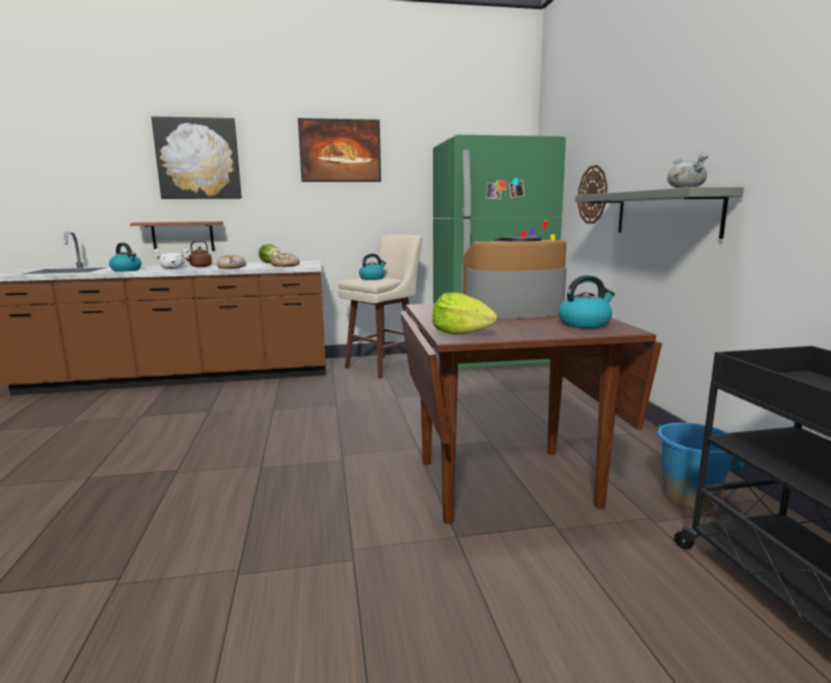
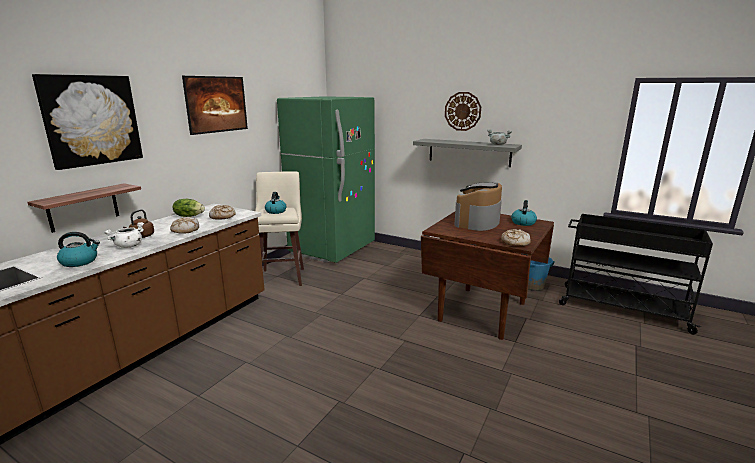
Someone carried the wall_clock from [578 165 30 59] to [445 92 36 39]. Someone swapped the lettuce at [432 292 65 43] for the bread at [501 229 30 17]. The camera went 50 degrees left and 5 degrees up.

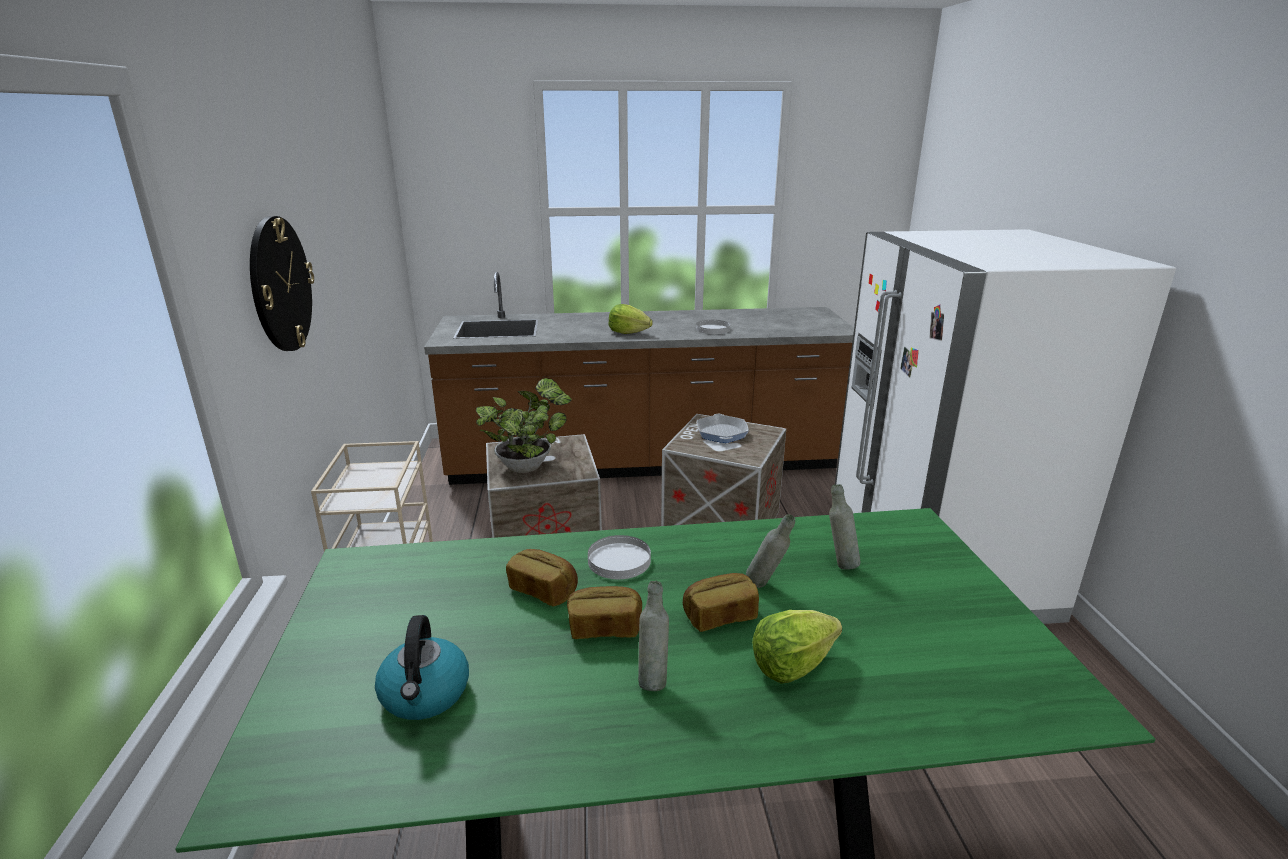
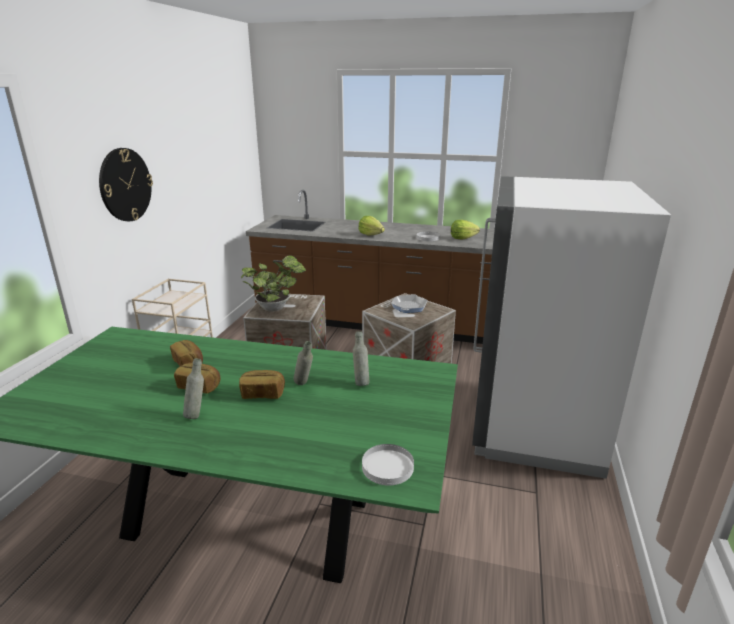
Someone carried the white_plate from [588 535 63 44] to [362 444 52 41]. Someone carried the lettuce from [752 610 90 74] to [451 220 29 20]. Someone took away the kettle at [375 615 94 105]. The camera went 20 degrees right and 0 degrees up.

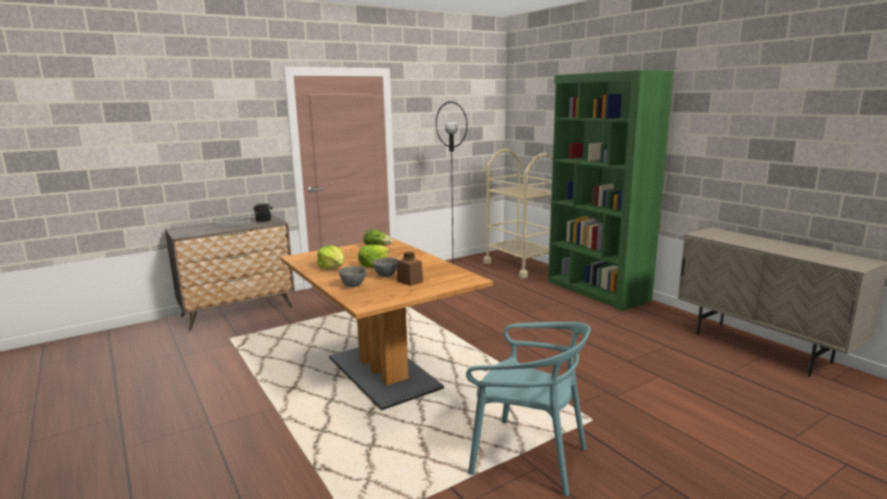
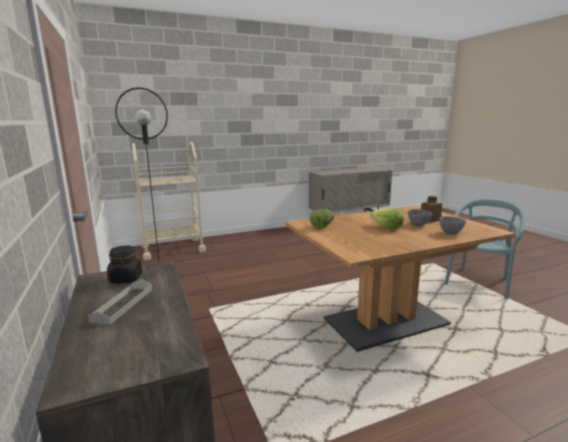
Someone took away the green_bookcase at [548 70 126 241]. Someone took away the lettuce at [317 245 27 24]. The camera went 80 degrees left and 0 degrees up.

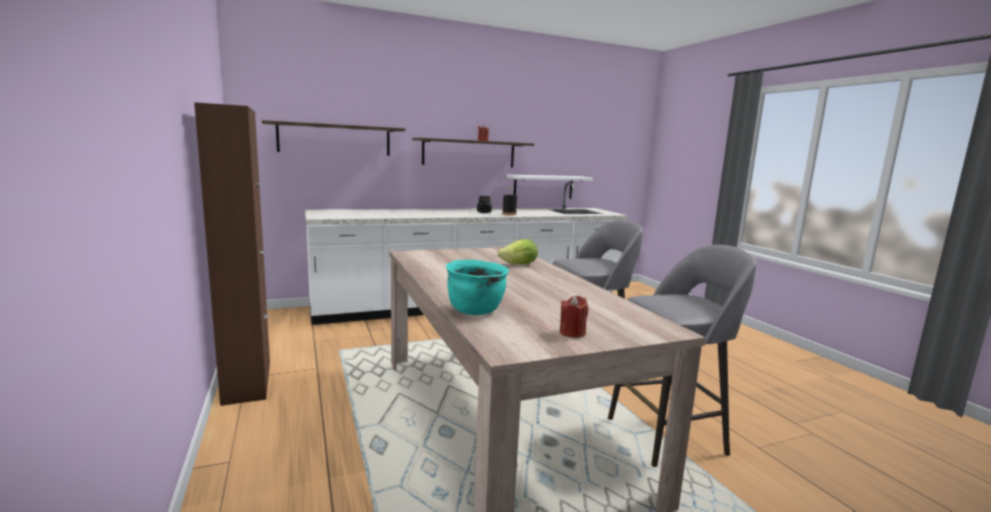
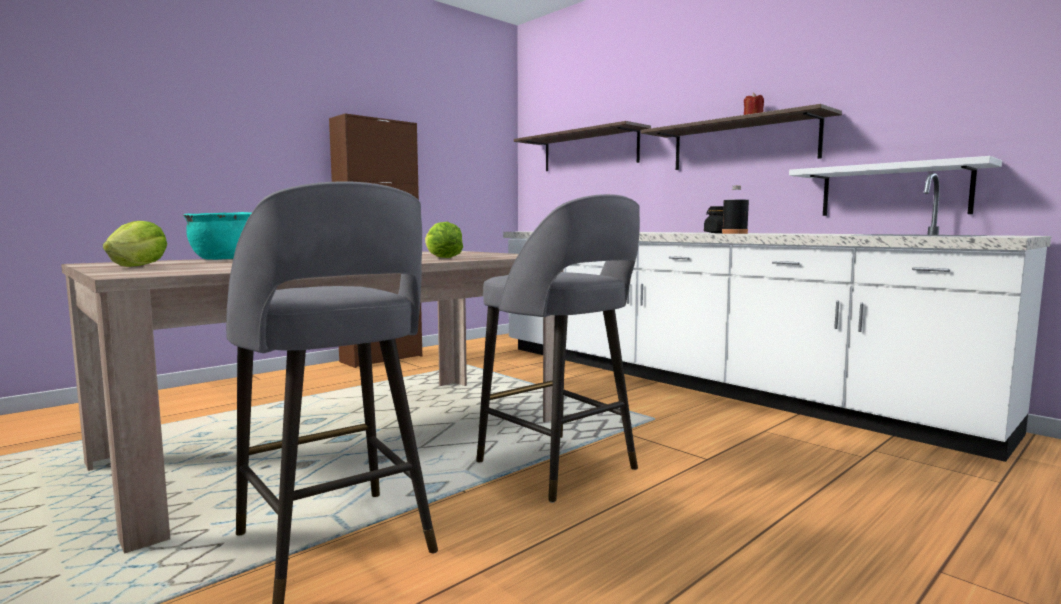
Someone swapped the red_candle at [560 295 28 43] for the lettuce at [103 221 64 46]. The camera went 70 degrees right and 5 degrees down.

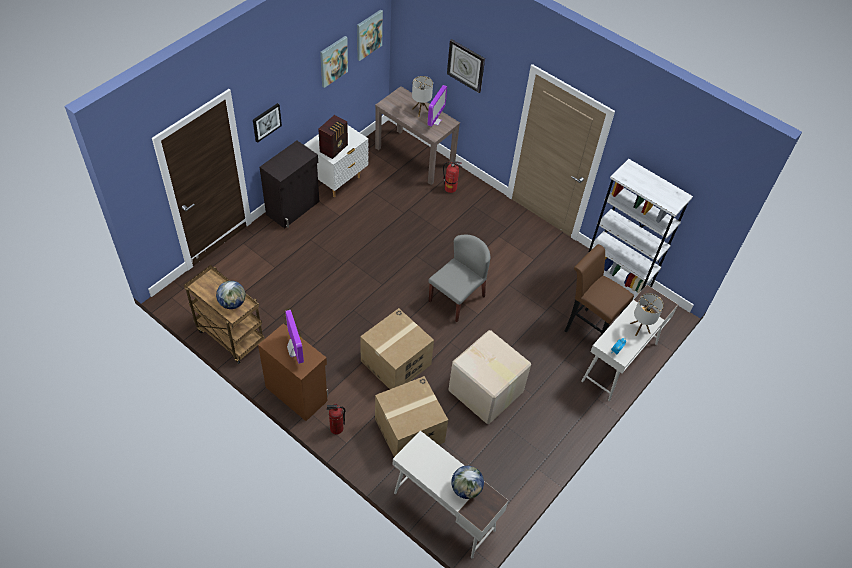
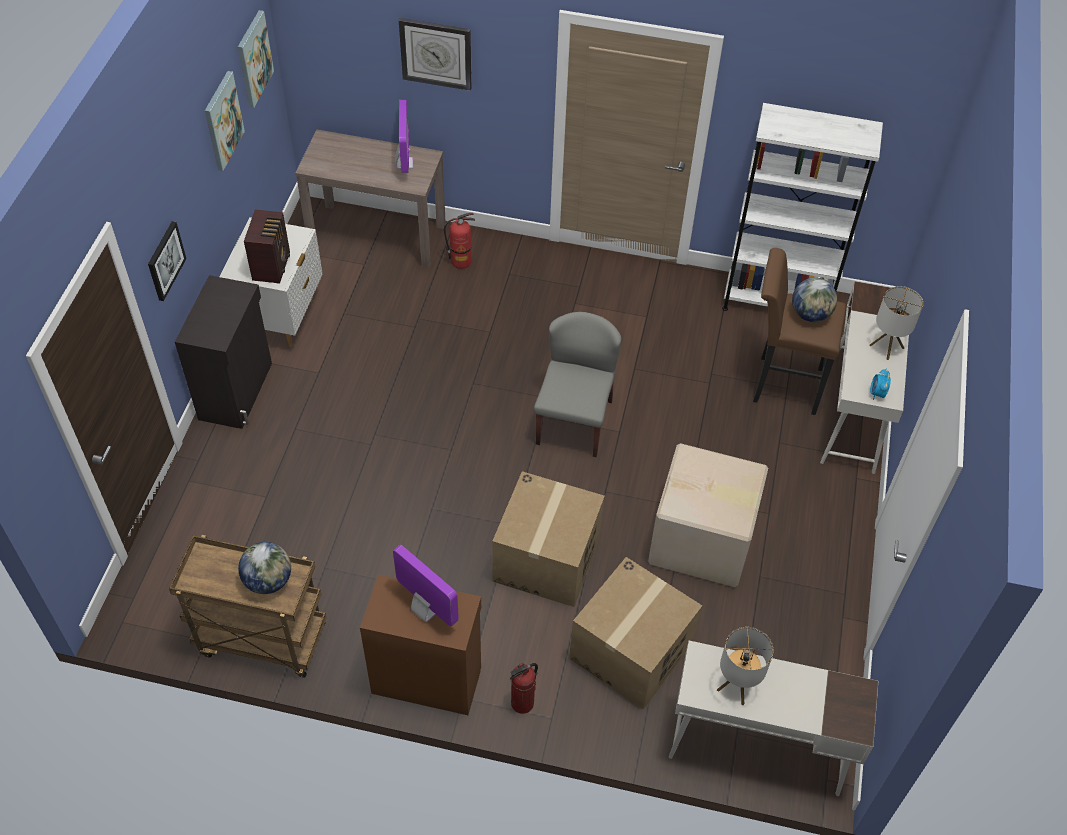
Someone carried the table_lamp from [412 76 21 41] to [717 627 56 79]. Someone carried the globe from [451 466 33 33] to [792 277 45 45]. The camera went 25 degrees left and 0 degrees up.

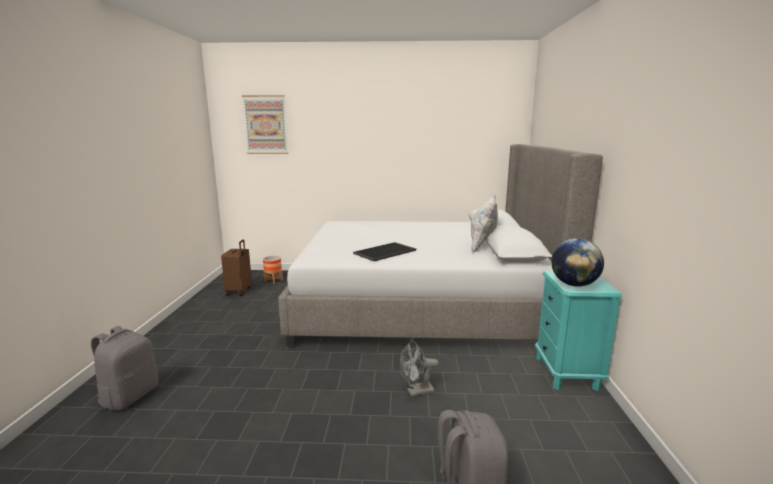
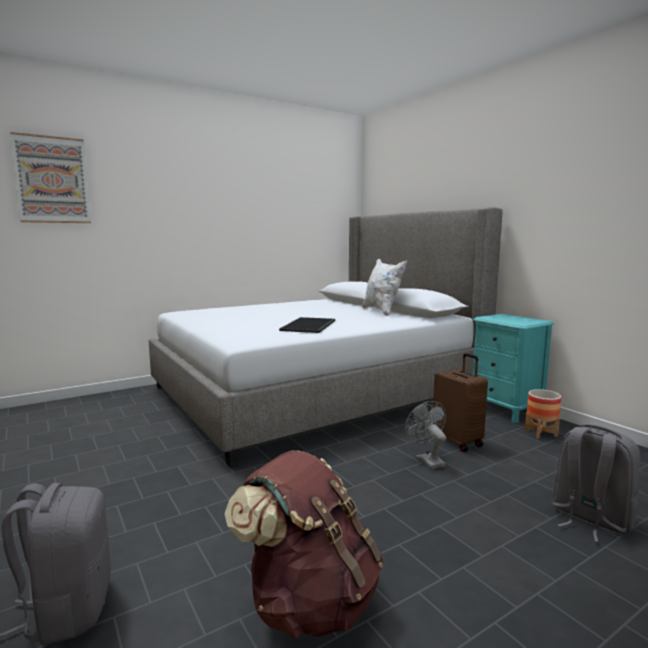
Someone took away the globe at [551 238 53 49]. Someone carried the brown_suitcase from [221 240 31 56] to [433 353 55 99]. Someone carried the planter from [263 255 20 29] to [525 389 36 50]. Someone rotated the grey_fan at [400 341 39 56] by 120 degrees clockwise. Someone put down the brown_backpack at [225 450 159 188]. The camera went 35 degrees left and 5 degrees down.

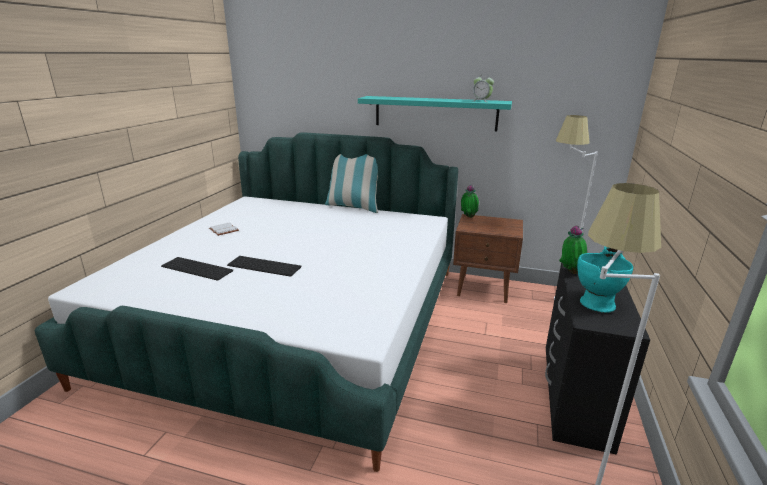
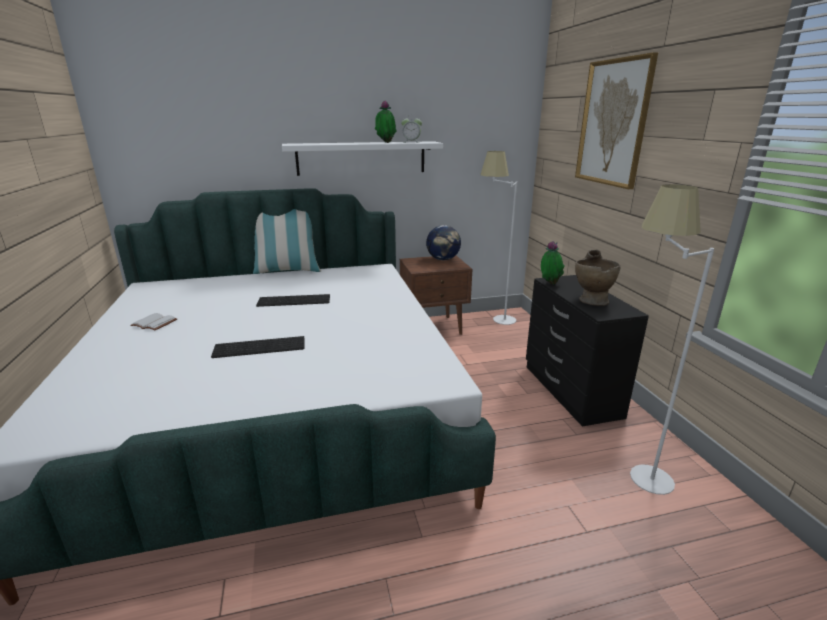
Someone repainted the turquoise_shelf at [358 96 154 35], which became the white_shelf at [282 141 161 35]. Someone carried the potted_plant from [461 185 18 33] to [375 101 22 42]. Someone repainted the turquoise_vase at [577 246 56 67], which became the beige_vase at [575 250 46 56]. Someone carried the keyboard from [161 257 72 24] to [256 294 74 13]. Someone put up the picture at [575 52 83 137]. Someone put down the globe at [426 225 35 35]. The camera went 30 degrees left and 0 degrees up.

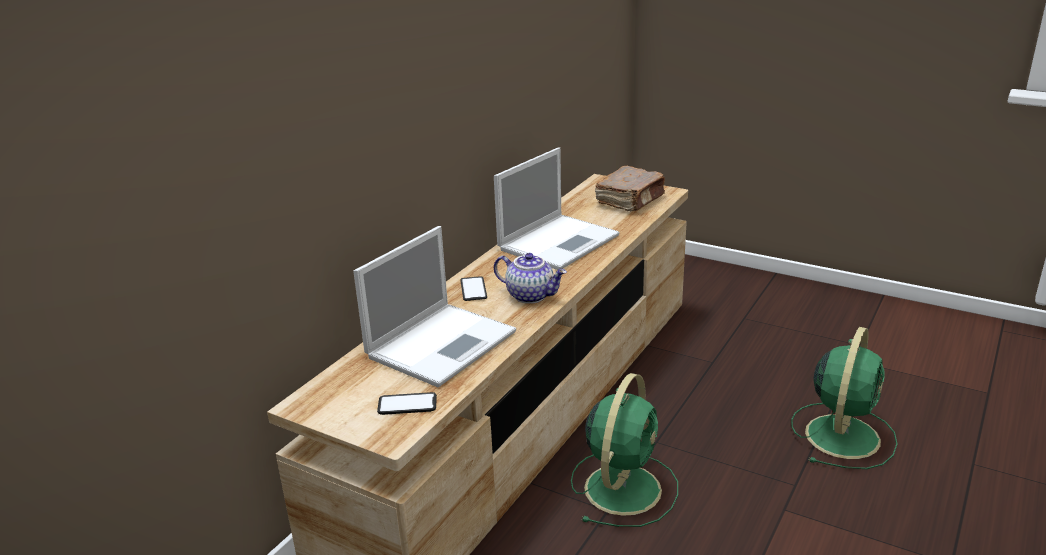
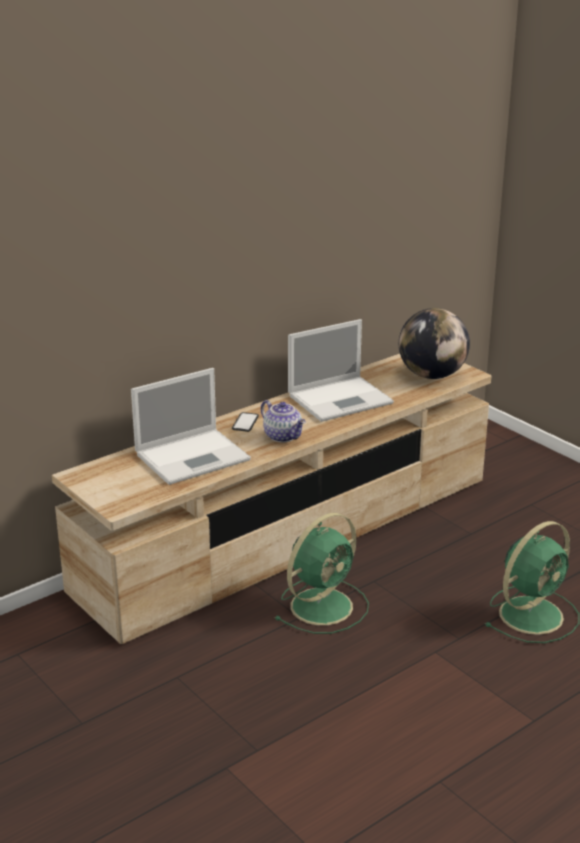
Someone swapped the brown_book at [595 166 70 45] for the globe at [399 308 71 71]. Someone took away the phone at [377 392 60 23]. The camera went 20 degrees right and 0 degrees up.

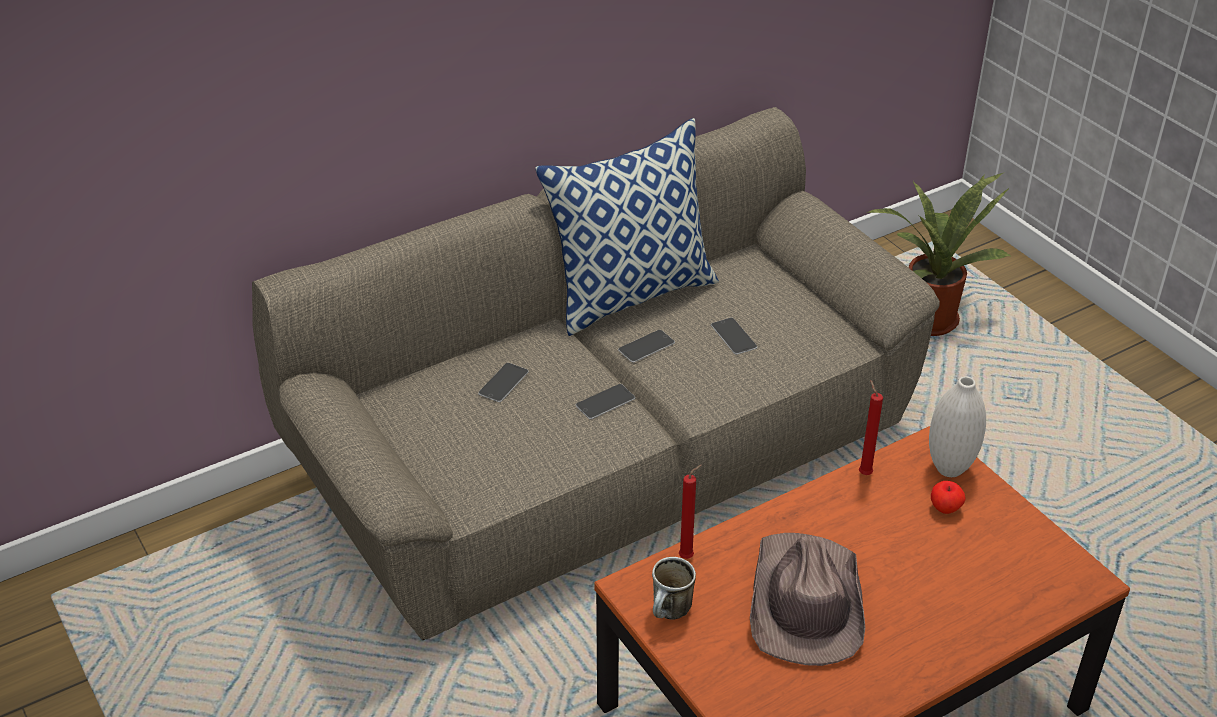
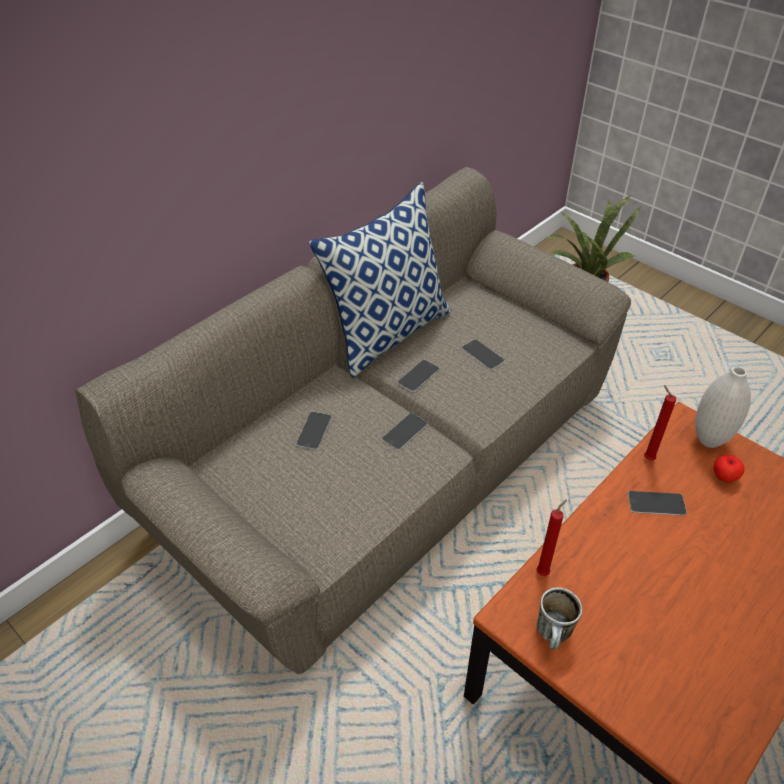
Someone took away the brown_hat at [750 533 115 133]. Someone put down the phone at [628 491 59 25]. The camera went 15 degrees left and 5 degrees up.

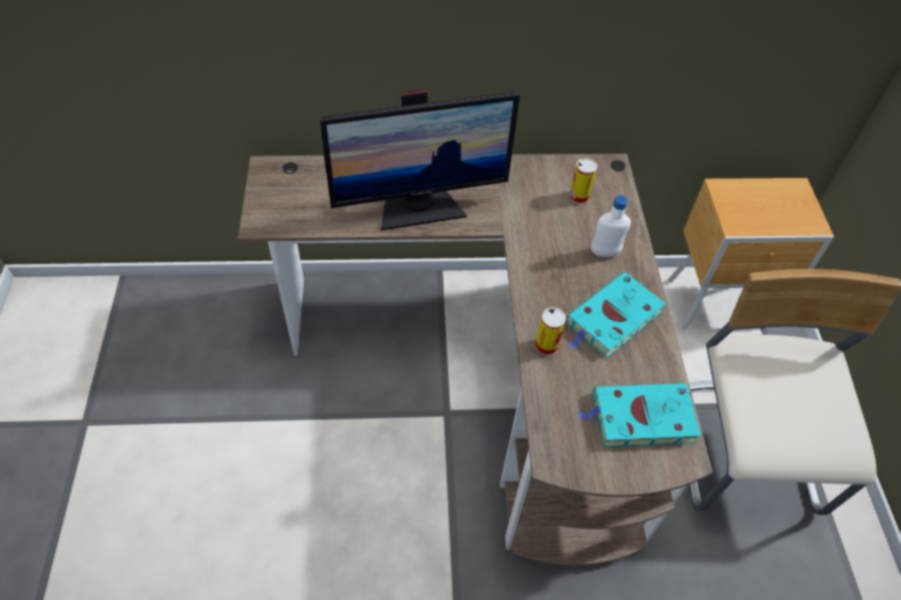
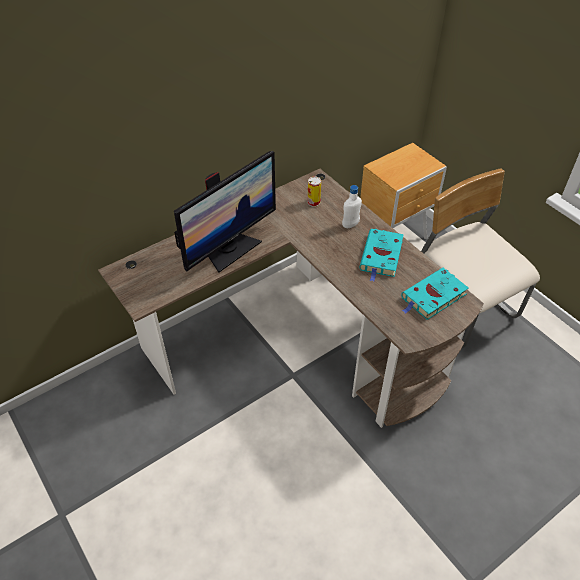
Someone took away the can at [535 307 31 49]. The camera went 30 degrees left and 5 degrees down.

